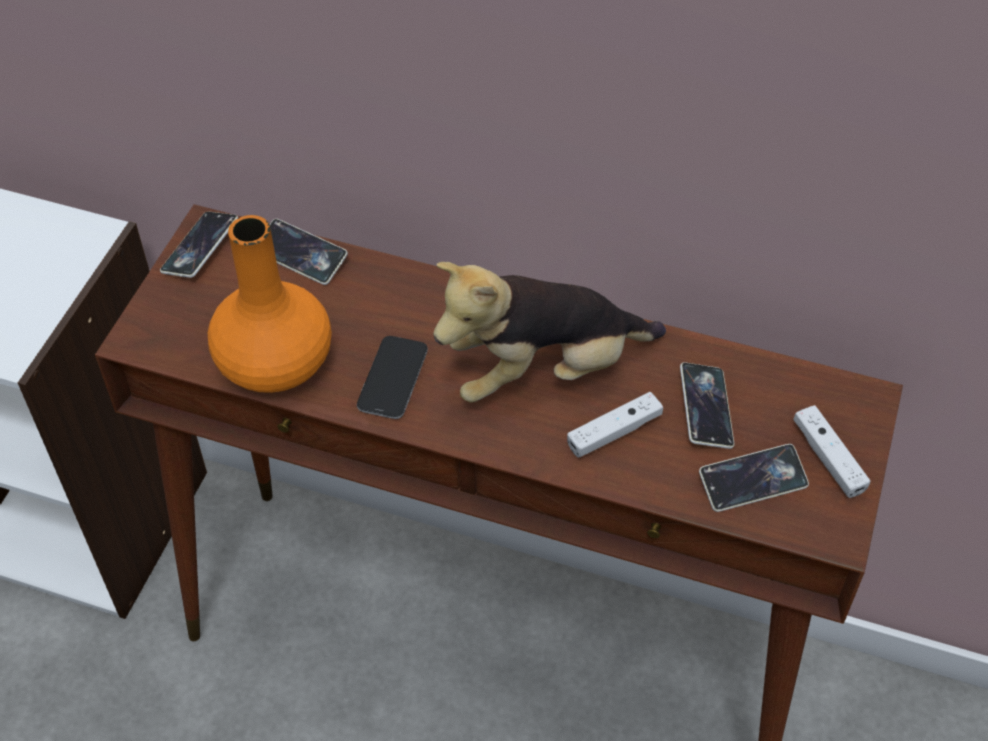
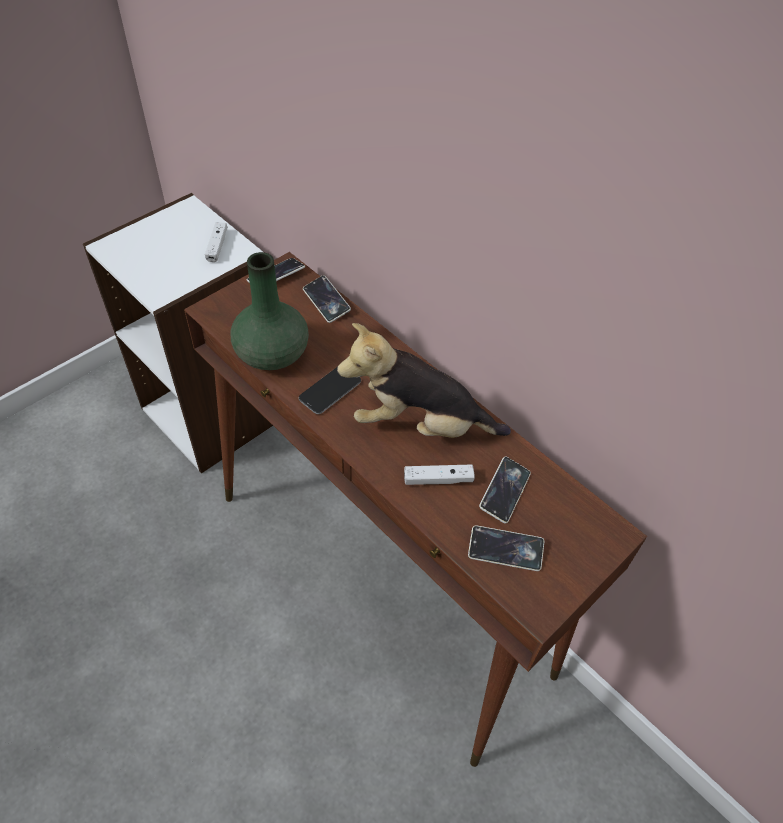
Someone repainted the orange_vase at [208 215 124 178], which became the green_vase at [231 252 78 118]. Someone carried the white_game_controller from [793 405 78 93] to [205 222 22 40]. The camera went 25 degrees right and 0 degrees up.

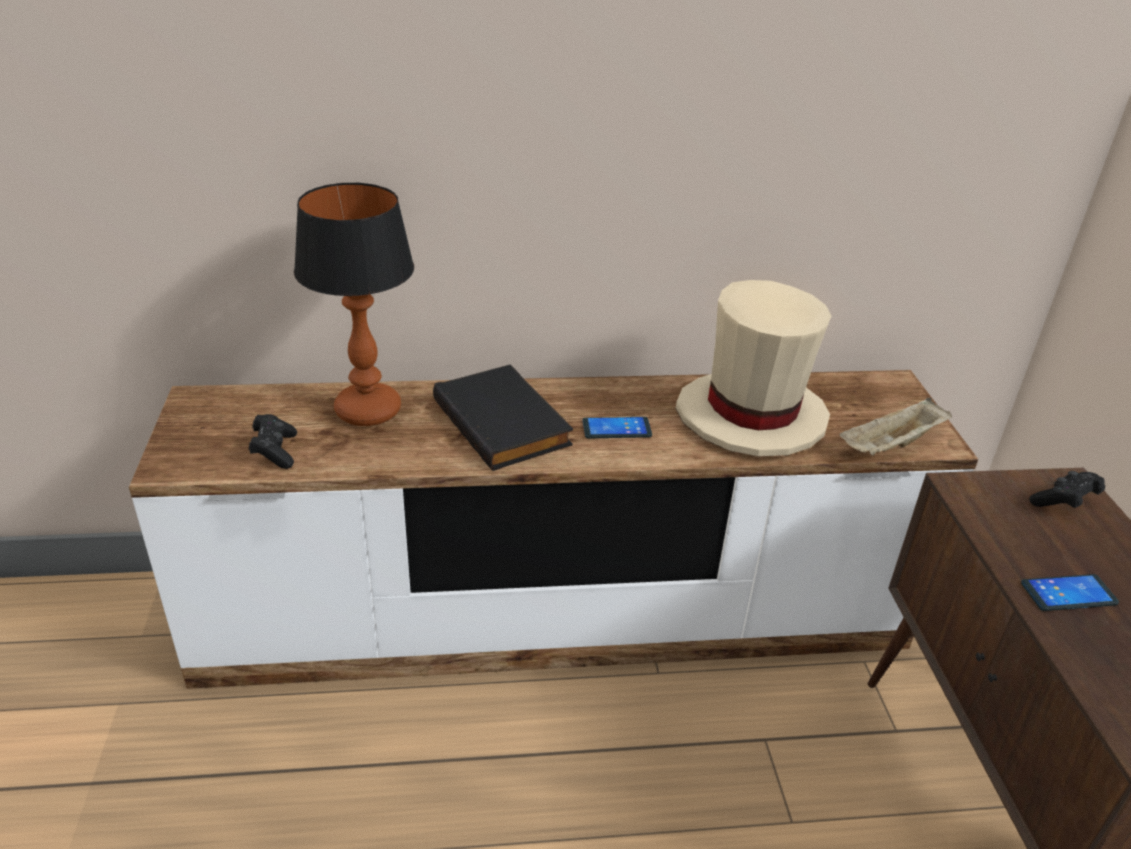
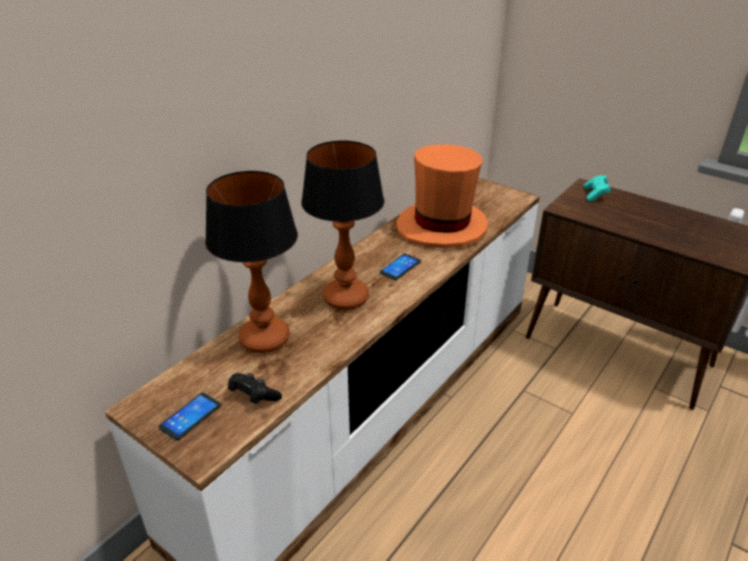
Someone repainted the beige_hat at [675 280 156 176], which became the orange_hat at [396 144 92 104]. Someone swapped the black_book at [433 364 140 107] for the table_lamp at [301 141 83 169]. Someone took away the beige_tray at [839 398 113 58]. Someone repainted the black_game_controller at [1029 471 76 37], which became the turquoise_game_controller at [583 176 28 25]. Someone carried the phone from [1021 574 98 37] to [159 393 62 47]. The camera went 45 degrees left and 0 degrees up.

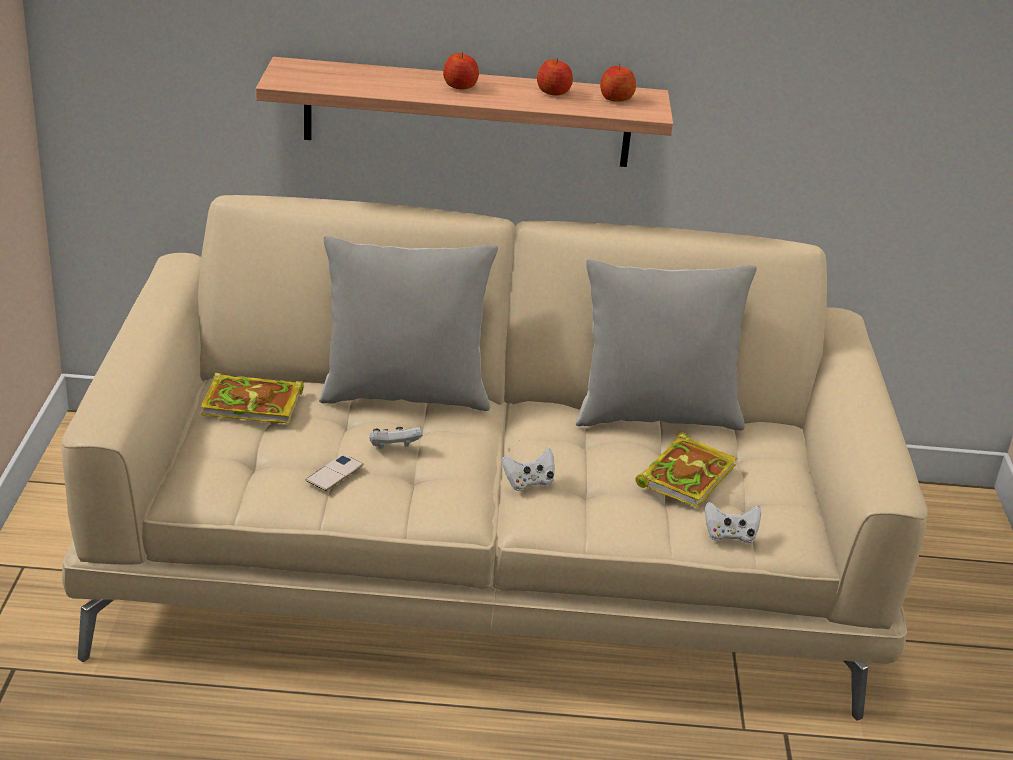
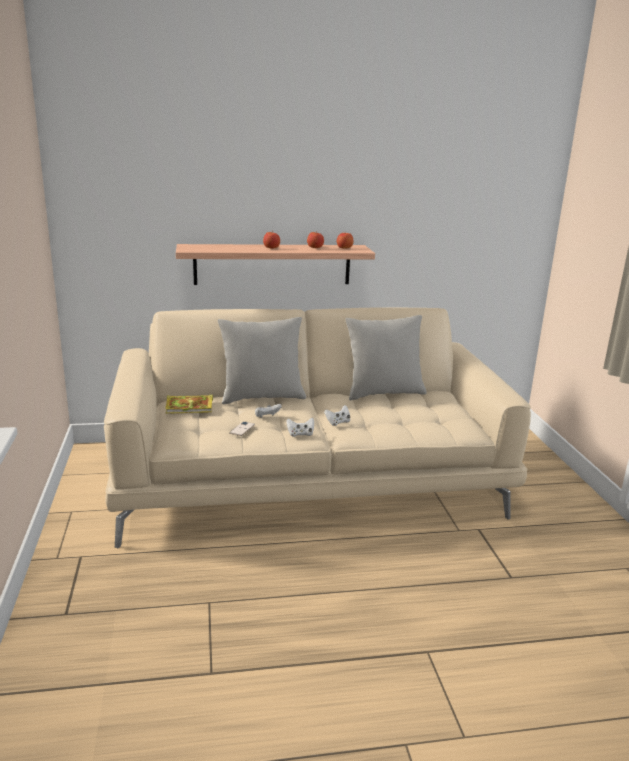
Someone took away the book at [635 433 102 75]. Someone carried the white_game_controller from [705 502 56 41] to [287 418 27 19]. The camera went 10 degrees left and 10 degrees down.

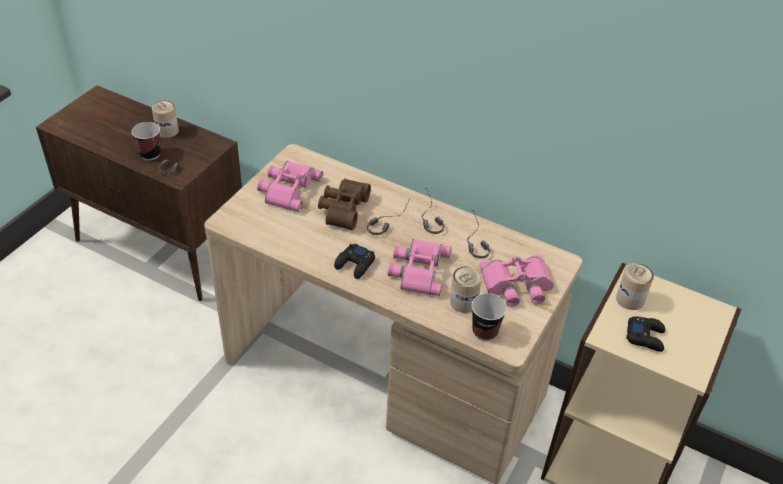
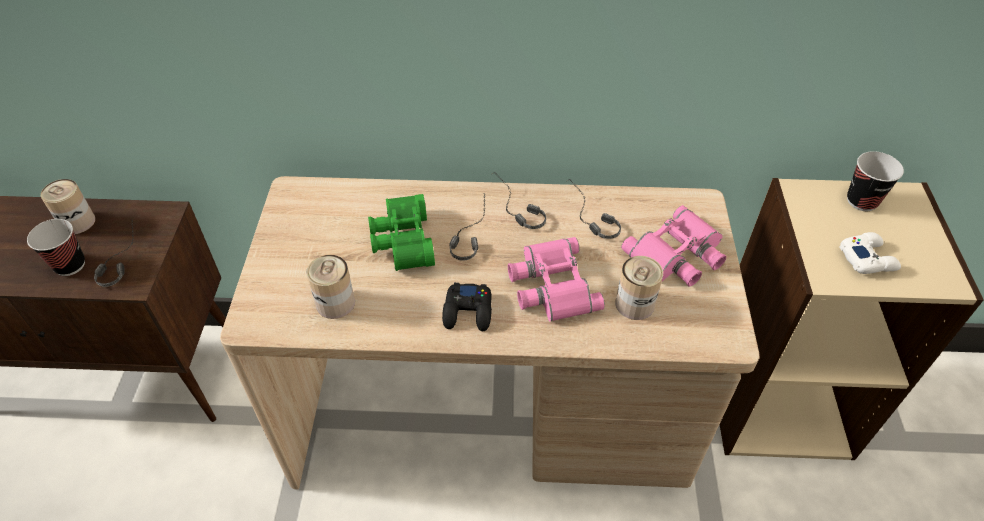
Someone took away the pink_binoculars at [257 161 66 51]. Someone repainted the brown_binoculars at [318 179 53 51], which became the green_binoculars at [368 194 67 77]. Someone carried the can from [616 263 38 47] to [306 255 49 64]. Someone carried the cup from [472 293 35 48] to [847 151 57 60]. Someone repainted the black_game_controller at [626 316 39 36], which became the white_game_controller at [839 232 62 42]. The camera went 25 degrees left and 5 degrees up.

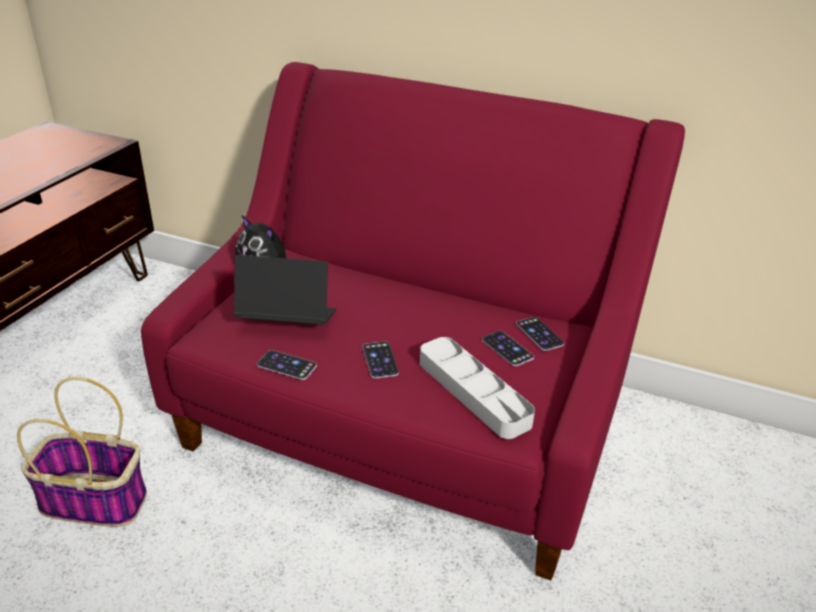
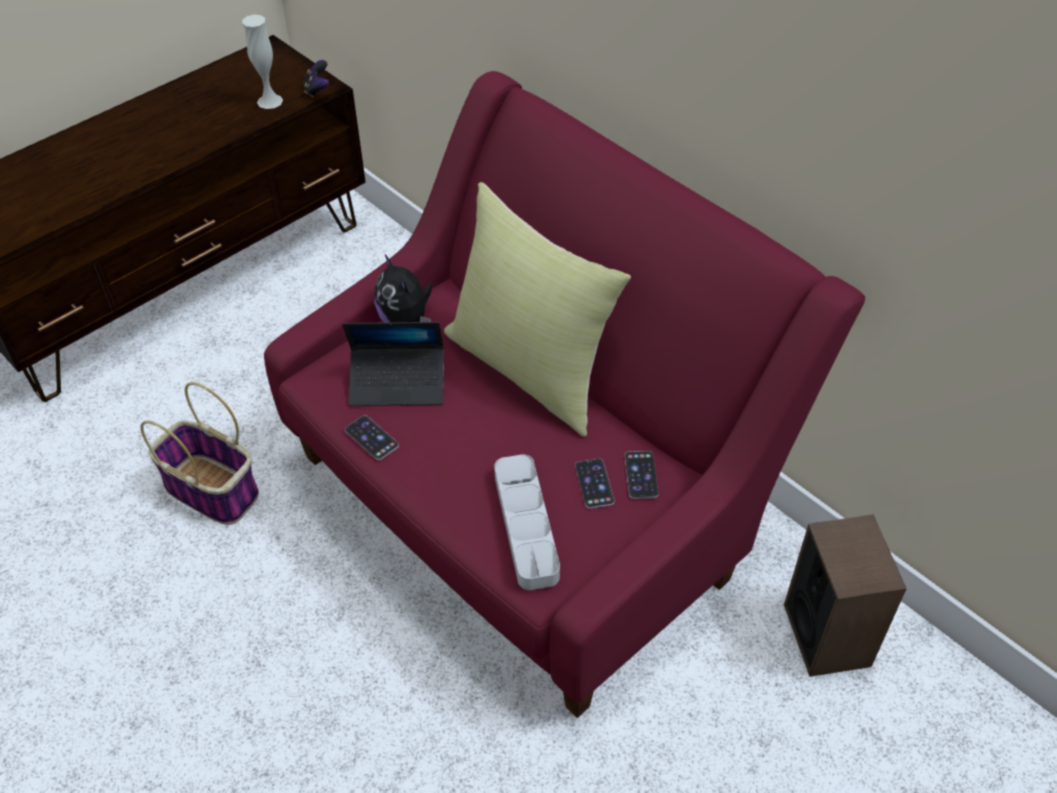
Someone rotated the laptop at [234 255 102 70] by 150 degrees clockwise. Someone took away the phone at [362 341 37 37]. Someone put down the white_vase at [242 15 41 94]. Someone put down the game_controller at [304 60 25 37]. Someone put down the yellow_pillow at [444 182 187 255]. Someone put down the speaker at [784 514 122 163]. The camera went 25 degrees right and 15 degrees up.

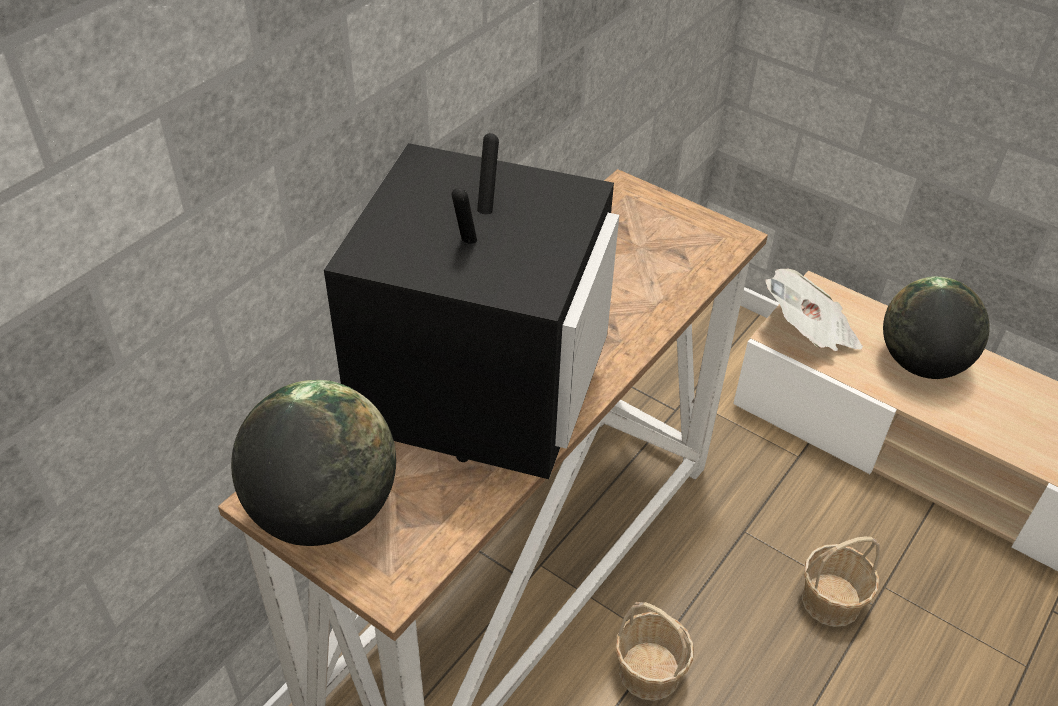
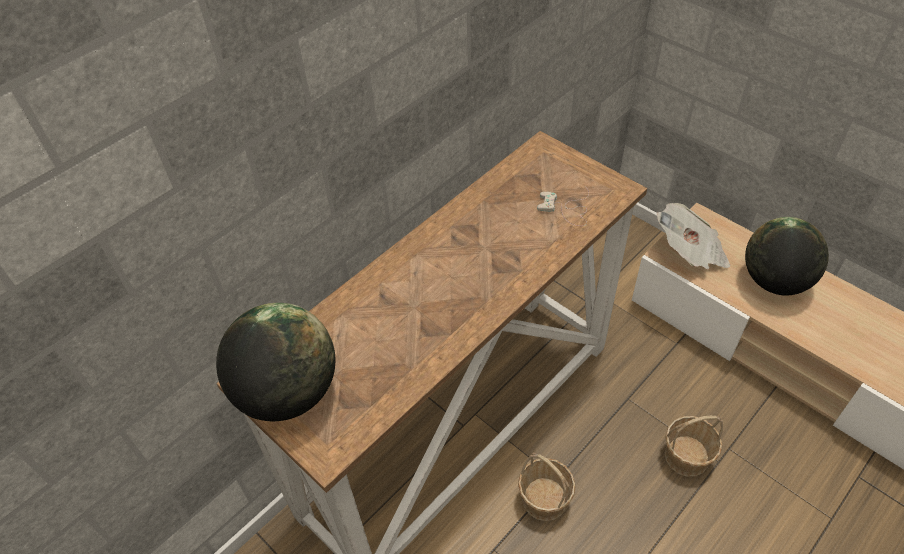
Someone took away the television at [324 133 295 346]. Someone put down the white_game_controller at [537 189 52 37]. The camera went 10 degrees right and 5 degrees up.

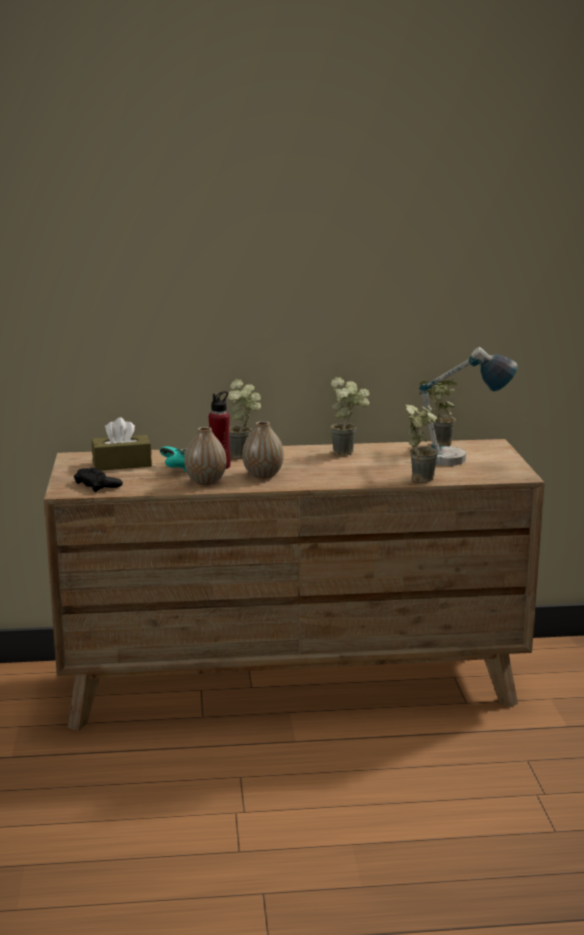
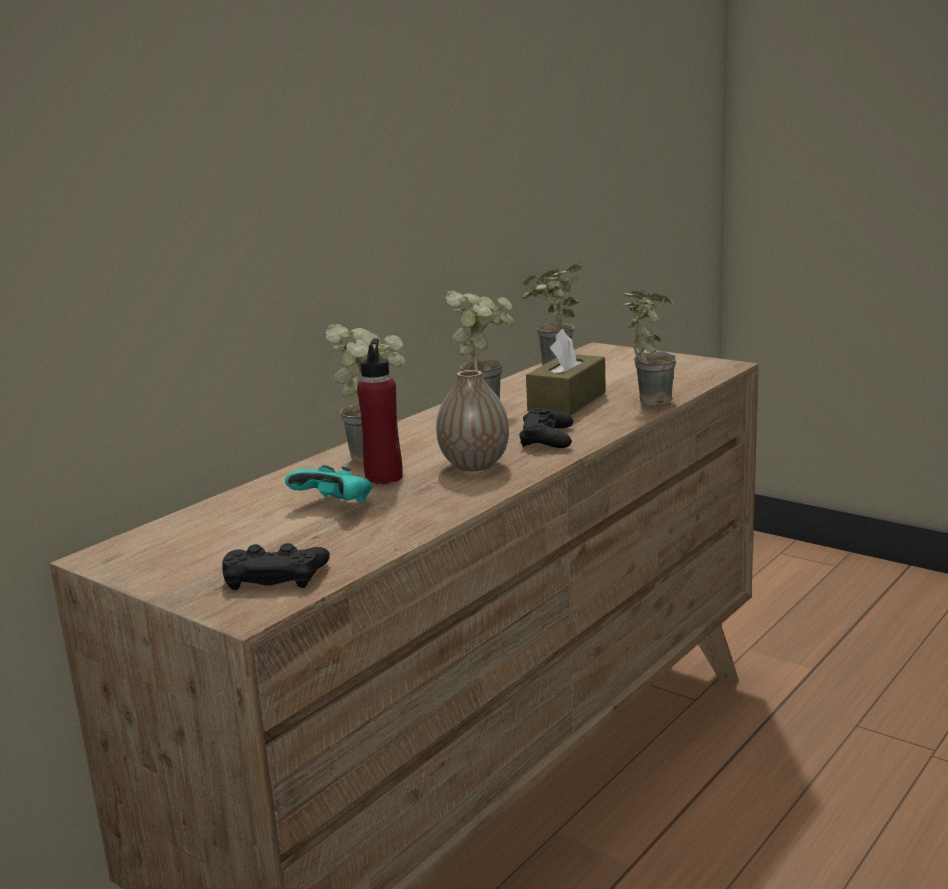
Someone took away the table_lamp at [419 347 99 119]. Someone carried the brown_tissue_box from [92 417 60 54] to [526 329 80 86]. Someone took away the vase at [184 427 42 58]. Someone put down the black_game_controller at [519 408 55 40]. The camera went 45 degrees left and 0 degrees up.

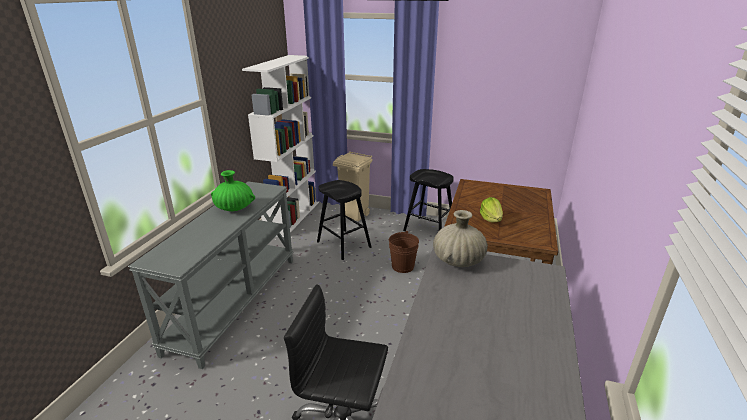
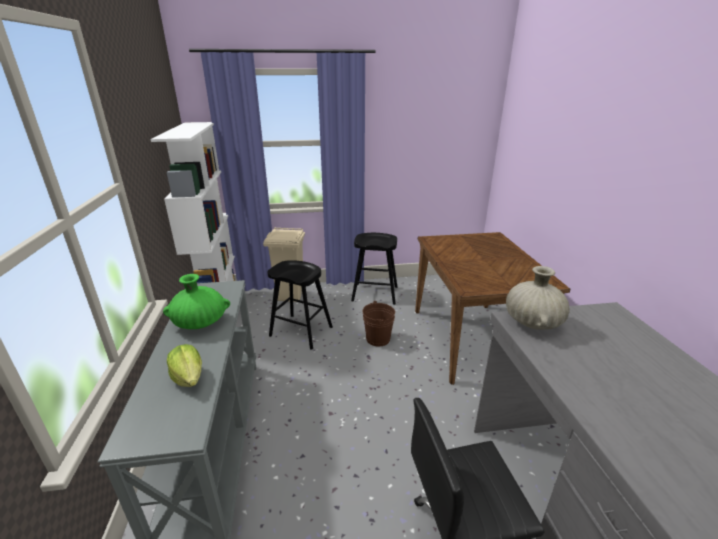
Someone carried the lettuce from [480 197 23 25] to [167 344 35 43]. The camera went 25 degrees left and 0 degrees up.

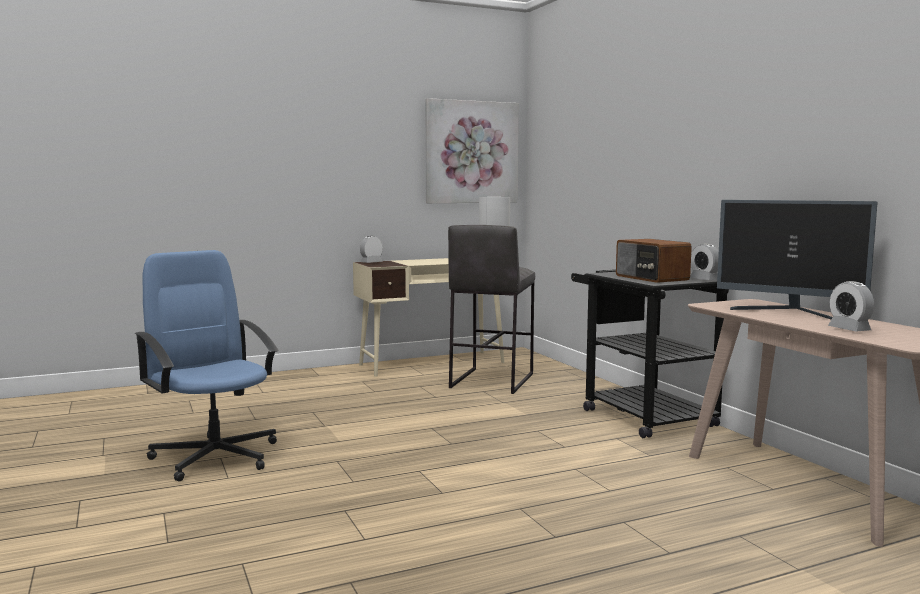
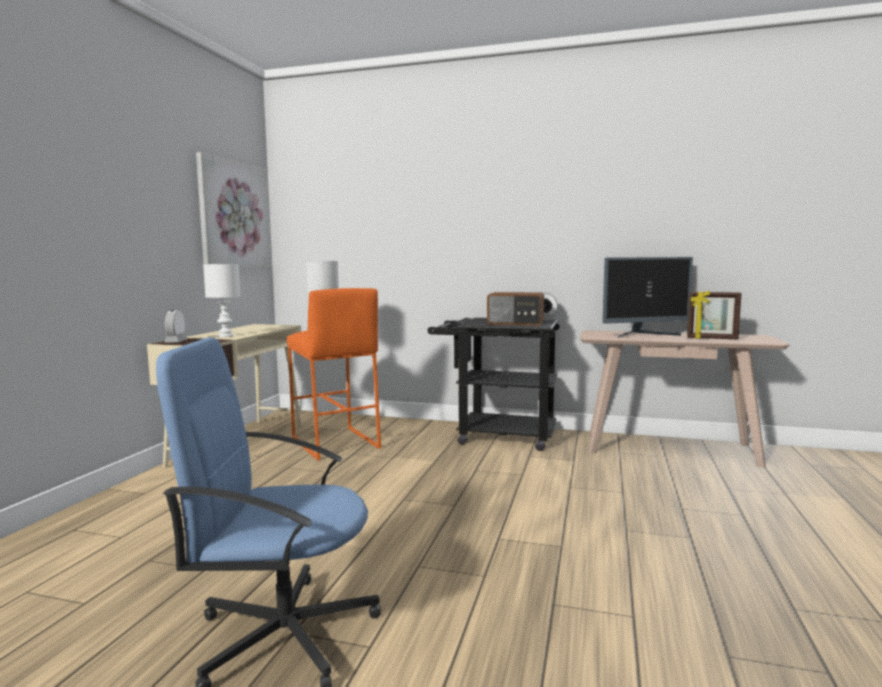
Someone repainted the grey_stool at [448 225 87 169], which became the orange_stool at [287 288 94 173]. Someone swapped the alarm_clock at [828 281 46 50] for the picture_frame at [687 290 55 49]. Someone put down the white_table_lamp at [203 264 37 73]. The camera went 50 degrees left and 0 degrees up.

